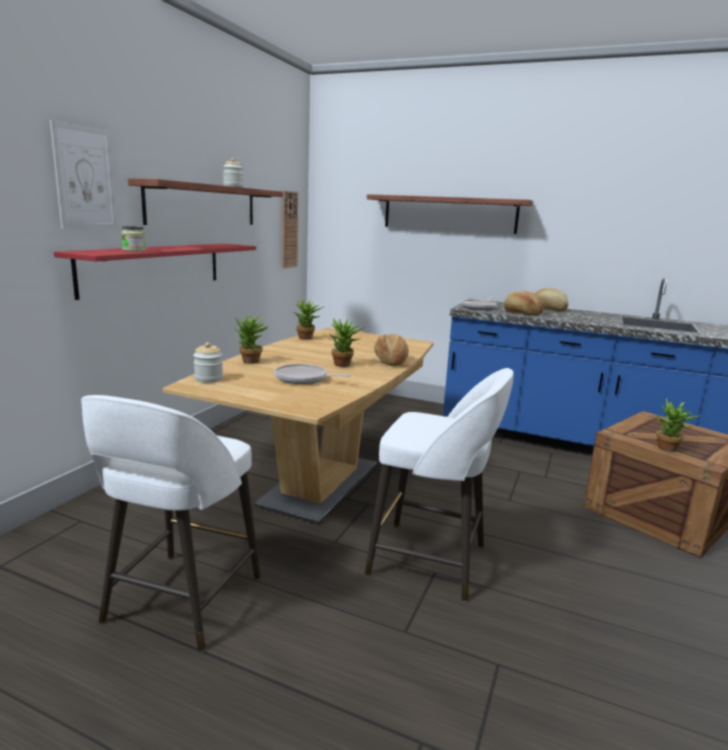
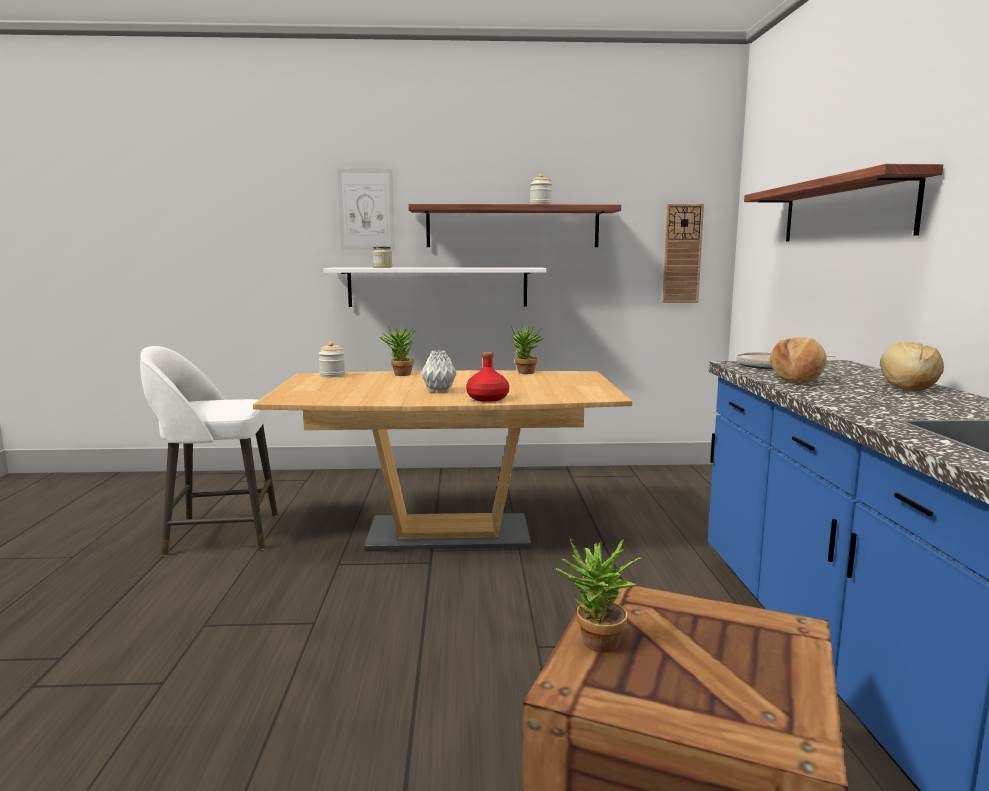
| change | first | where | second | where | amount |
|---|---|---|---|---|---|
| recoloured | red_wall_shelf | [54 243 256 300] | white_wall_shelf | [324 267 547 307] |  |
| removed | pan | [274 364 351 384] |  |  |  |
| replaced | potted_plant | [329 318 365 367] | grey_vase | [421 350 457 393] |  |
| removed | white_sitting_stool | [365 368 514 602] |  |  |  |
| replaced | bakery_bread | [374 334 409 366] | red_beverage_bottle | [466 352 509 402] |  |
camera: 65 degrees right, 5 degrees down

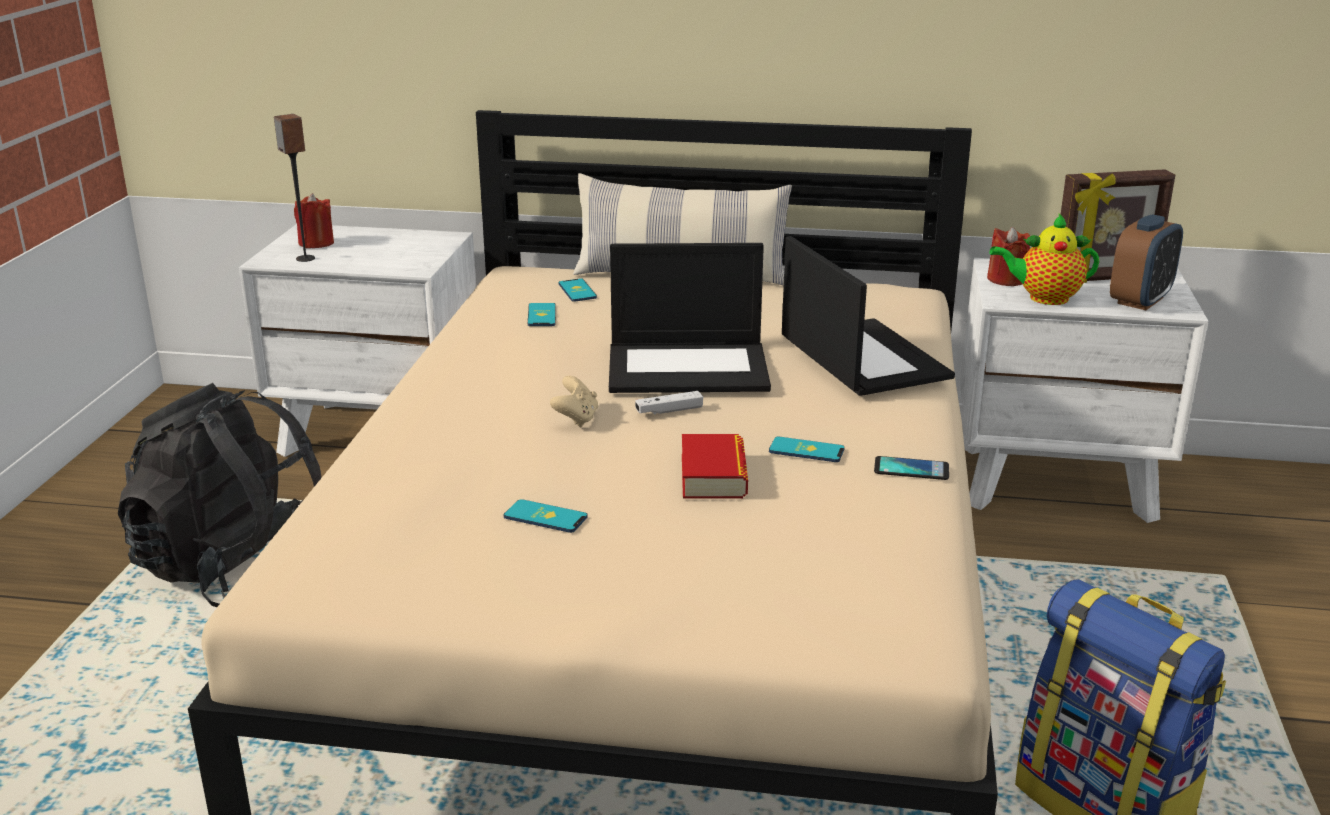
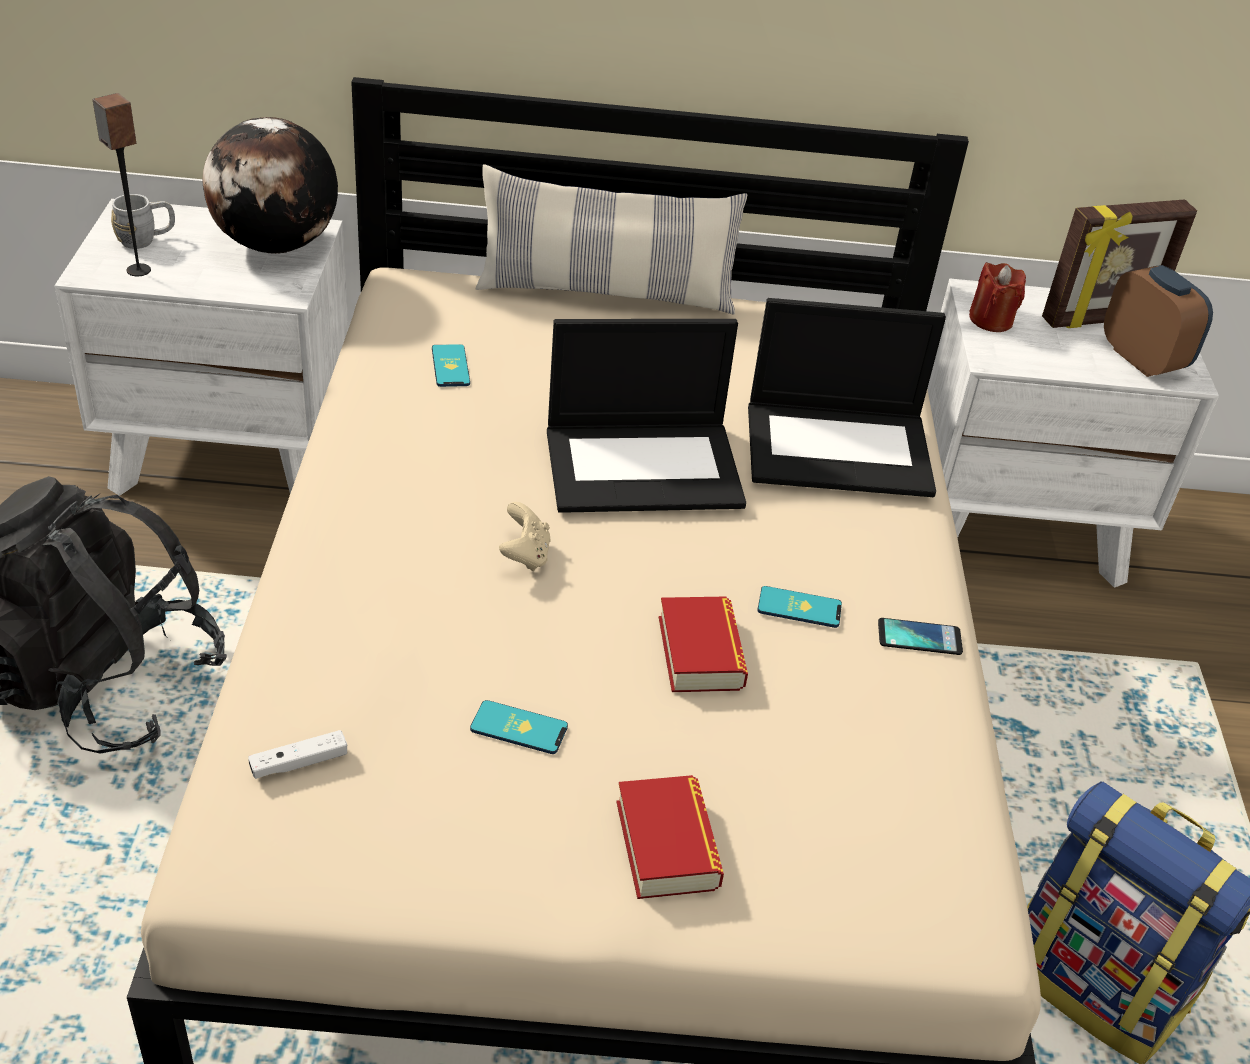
| change | first | where | second | where | amount |
|---|---|---|---|---|---|
| replaced | red_wax_candle | [294 193 334 248] | grey_mug | [111 194 175 249] |  |
| removed | phone | [559 278 597 302] |  |  |  |
| moved | white_game_controller | [635 391 703 414] |  | [248 730 347 779] |  |
| turned | portable_computer | [782 236 955 396] |  | [748 298 946 497] | 120 degrees clockwise |
| removed | tea_pot | [989 213 1099 305] |  |  |  |
| turned | bedside_clock | [1110 214 1183 310] |  | [1104 265 1213 377] | 60 degrees counterclockwise |
| added |  |  | globe | [202 117 338 254] |  |
| added |  |  | volume | [616 775 724 899] |  |
camera: 10 degrees left, 15 degrees up

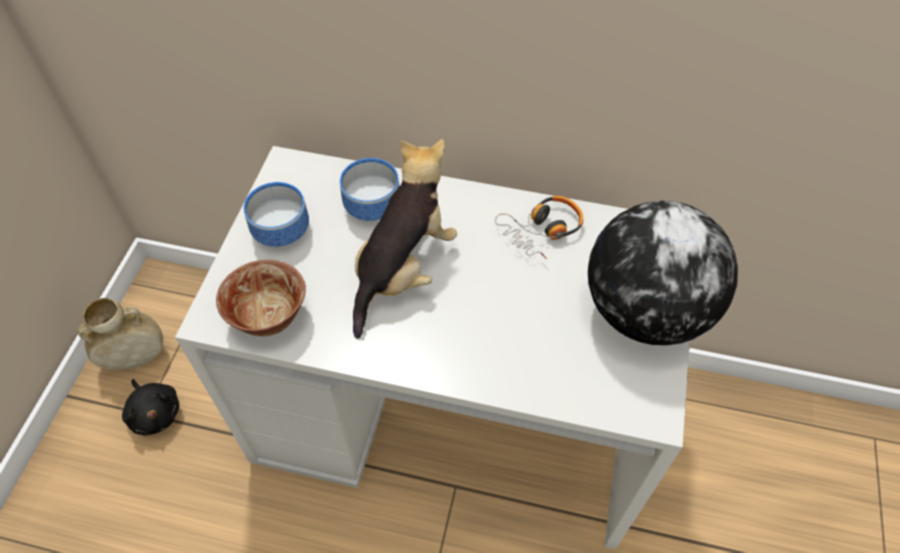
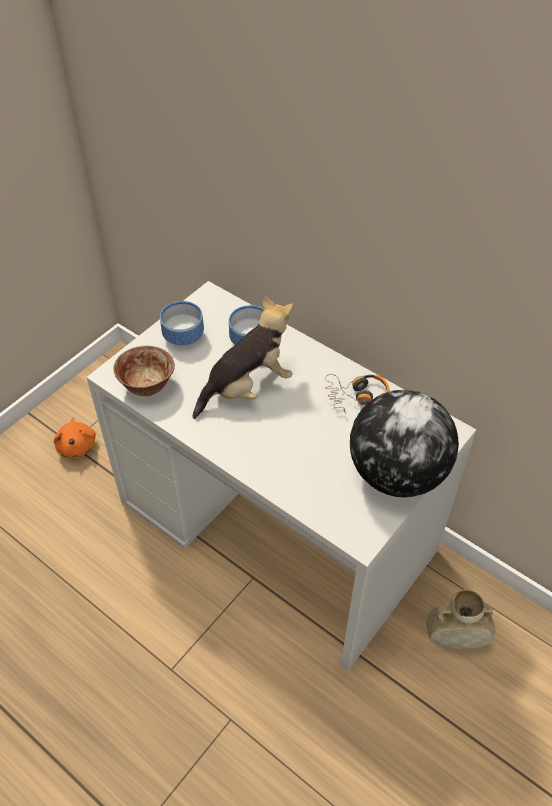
| change | first | where | second | where | amount |
|---|---|---|---|---|---|
| moved | beige_vase | [78 298 164 370] |  | [426 589 495 650] |  |
| recoloured | black-coloured_plush_toy | [122 379 180 436] | orange_plush_toy | [54 417 96 458] |  |
camera: 25 degrees right, 5 degrees down

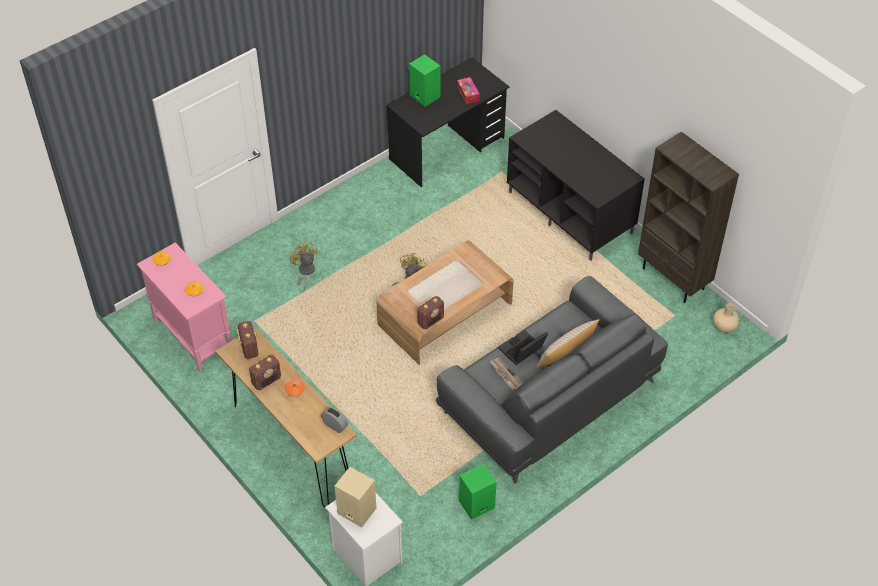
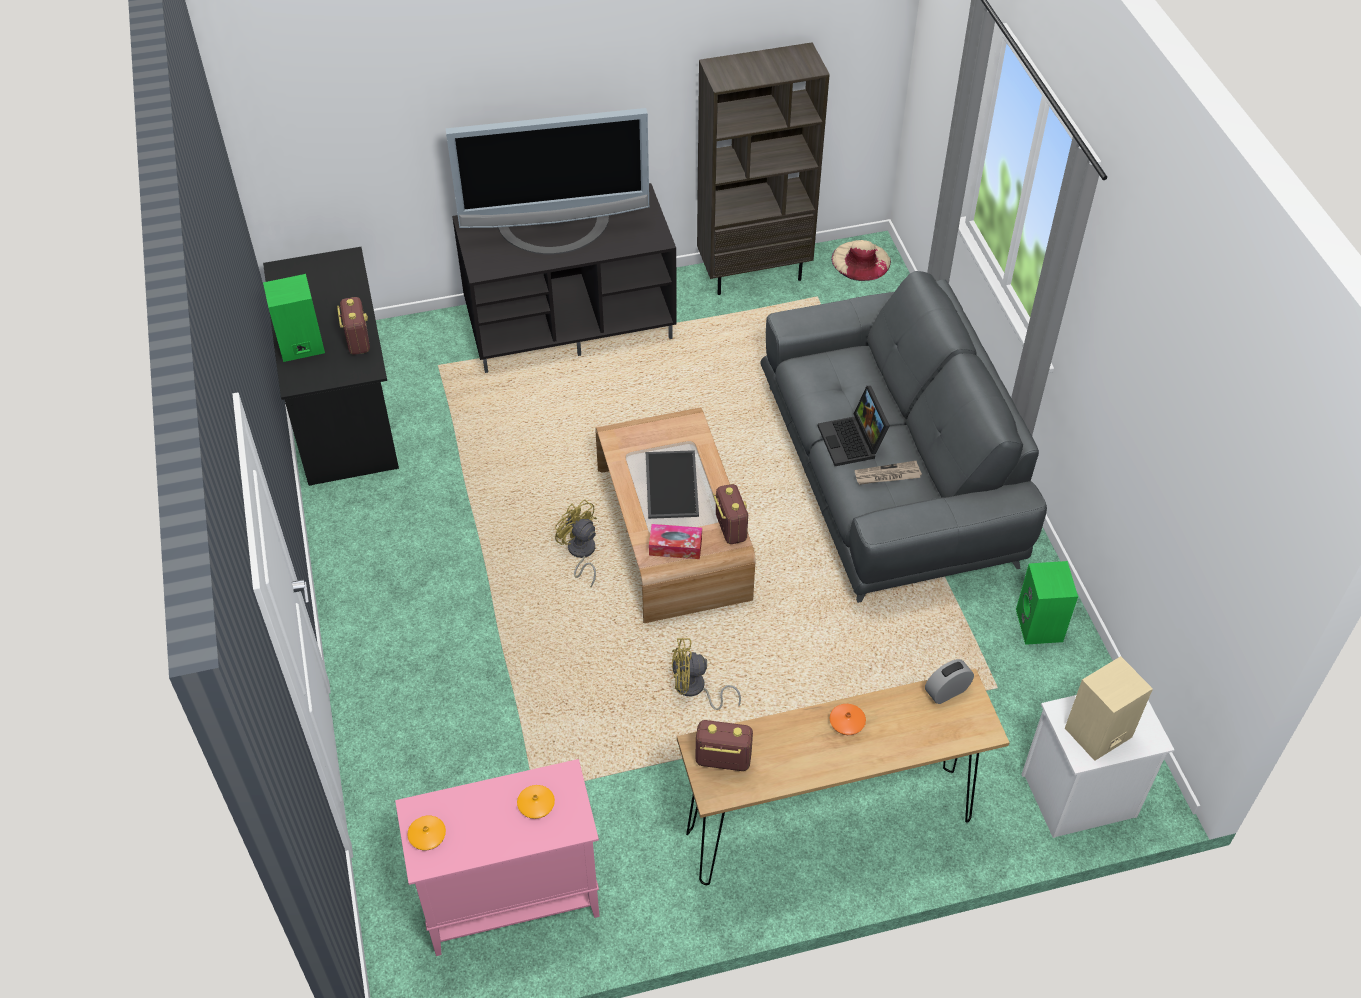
| change | first | where | second | where | amount |
|---|---|---|---|---|---|
| moved | radio_set | [249 355 281 390] |  | [337 297 370 355] |  |
| moved | yellow_electric_fan | [290 242 318 291] |  | [672 638 741 710] |  |
| moved | tissue_box | [457 77 480 104] |  | [649 524 702 559] |  |
| removed | beige_pillow | [536 319 600 368] |  |  |  |
| replaced | beige_vase | [713 303 740 333] | beige_clothing_hat | [831 240 891 281] |  |
| added |  |  | TV | [446 108 649 254] |  |
| added |  |  | tray | [646 450 699 519] |  |
camera: 65 degrees left, 0 degrees up

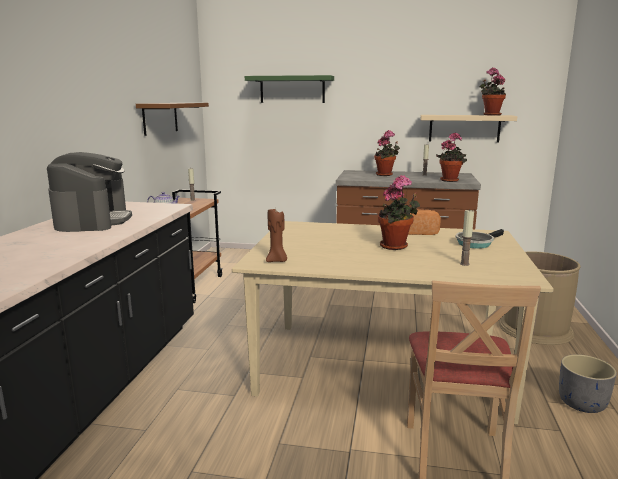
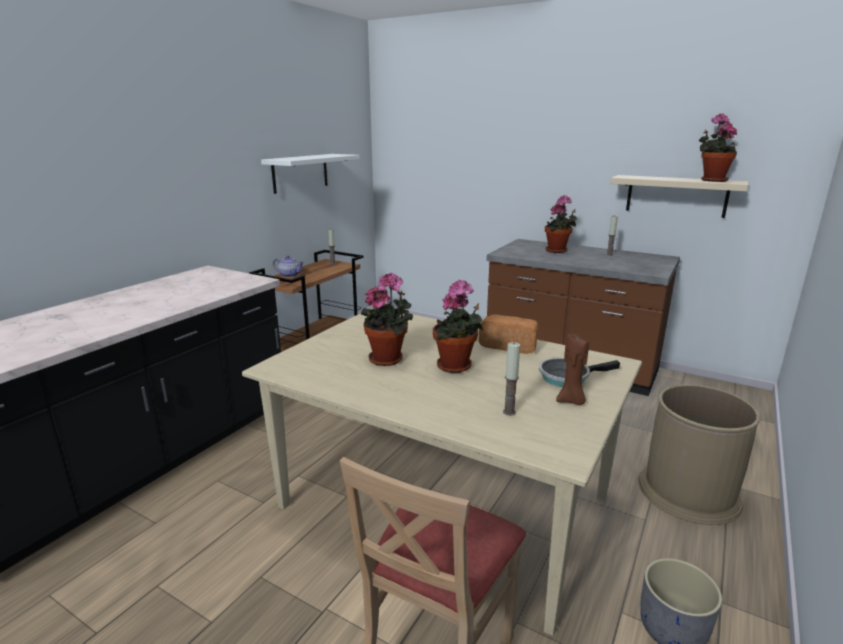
| change | first | where | second | where | amount |
|---|---|---|---|---|---|
| removed | coffee_brewer | [47 152 132 232] |  |  |  |
| recoloured | brownish_wall_shelf | [136 103 209 136] | white_wall_shelf | [261 154 360 194] |  |
| removed | green_wall_shelf | [245 75 334 103] |  |  |  |
| moved | brownish_wax_candle | [266 209 287 262] |  | [556 334 589 405] |  |
| moved | potted_plant | [436 132 467 182] |  | [361 272 413 366] |  |
camera: 20 degrees right, 5 degrees up

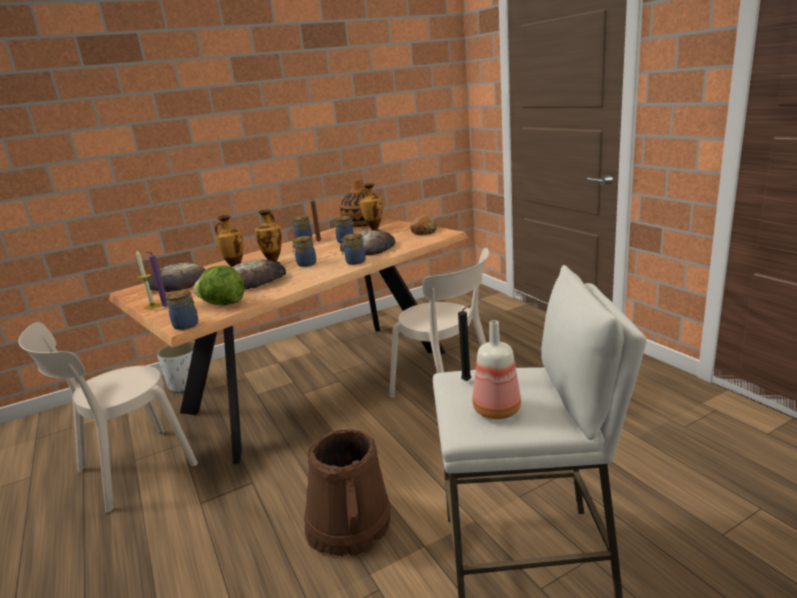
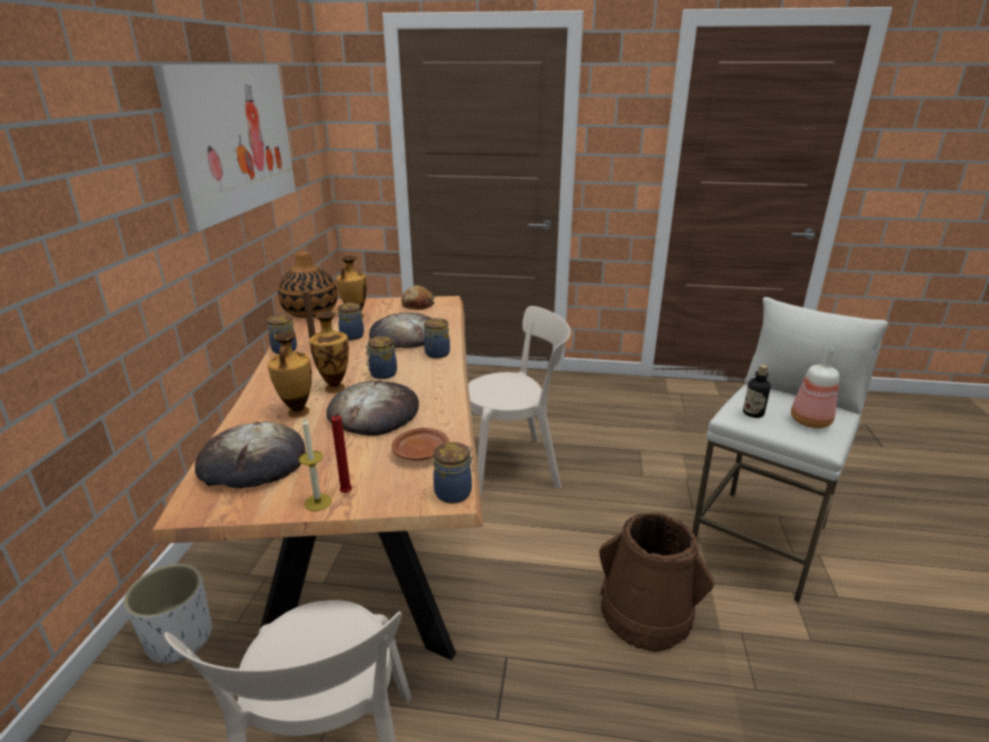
| change | first | where | second | where | amount |
|---|---|---|---|---|---|
| recoloured | purple-coloured_wax_candle | [147 252 167 307] | red_wax_candle | [331 412 352 493] |  |
| replaced | lettuce | [193 265 244 305] | brownish_flat_dish | [391 428 449 461] |  |
| replaced | black-coloured_wax_candle | [458 305 471 381] | beverage_bottle | [743 364 771 418] |  |
| added |  |  | picture | [153 65 296 232] |  |
camera: 55 degrees left, 5 degrees up

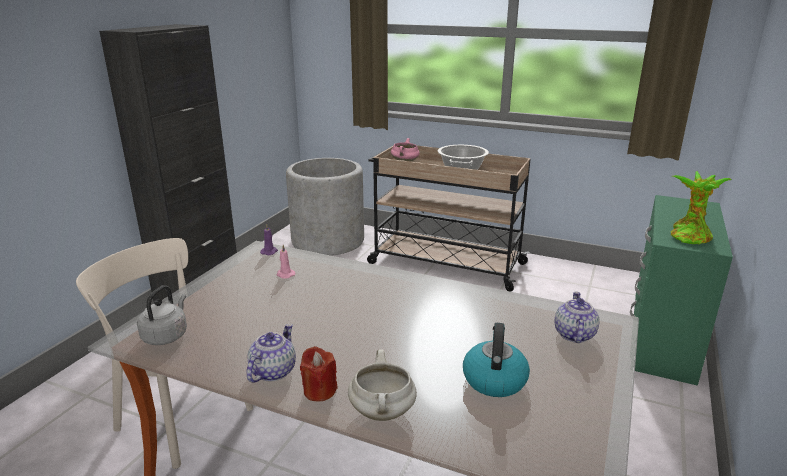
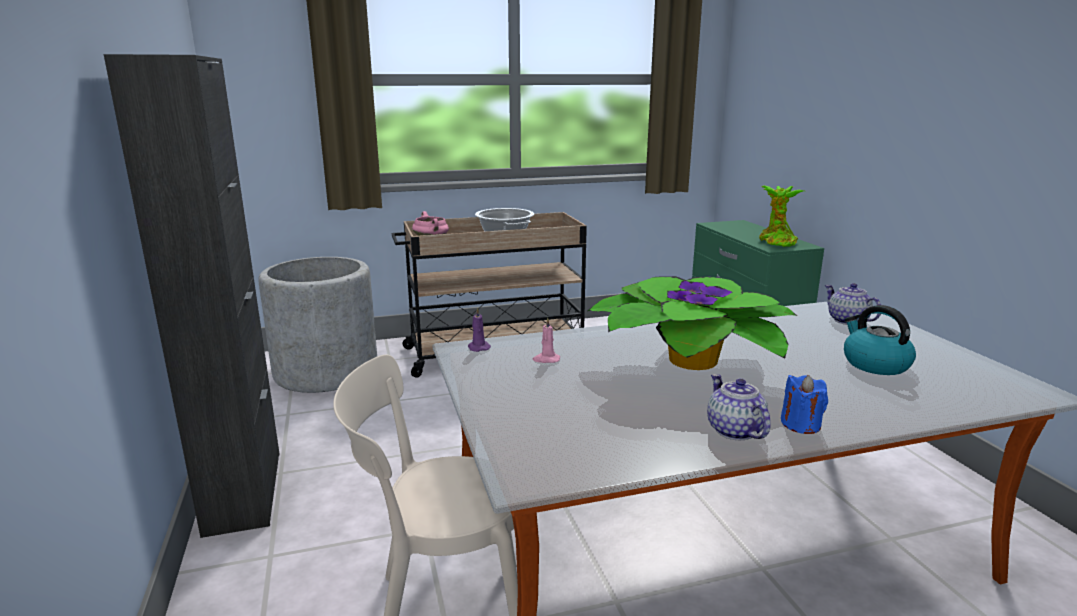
| change | first | where | second | where | amount |
|---|---|---|---|---|---|
| removed | grey_kettle | [137 285 187 345] |  |  |  |
| recoloured | red_wax_candle | [300 346 337 401] | blue_wax_candle | [781 375 828 434] |  |
| removed | white_saucepot | [348 349 417 421] |  |  |  |
| added |  |  | potted_plant | [588 276 797 370] |  |
camera: 40 degrees left, 5 degrees down

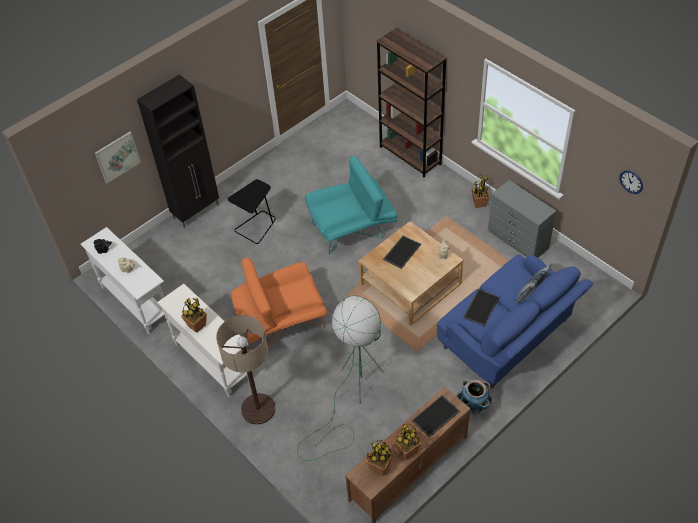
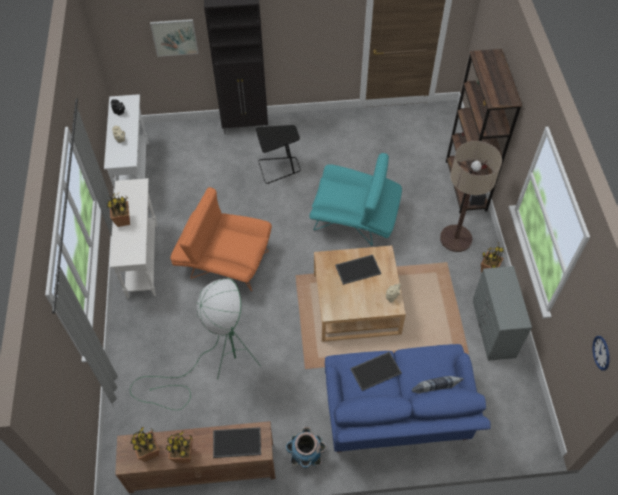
| change | first | where | second | where | amount |
|---|---|---|---|---|---|
| moved | floor_lamp | [216 315 275 425] |  | [440 141 502 252] |  |
camera: 35 degrees right, 5 degrees up

